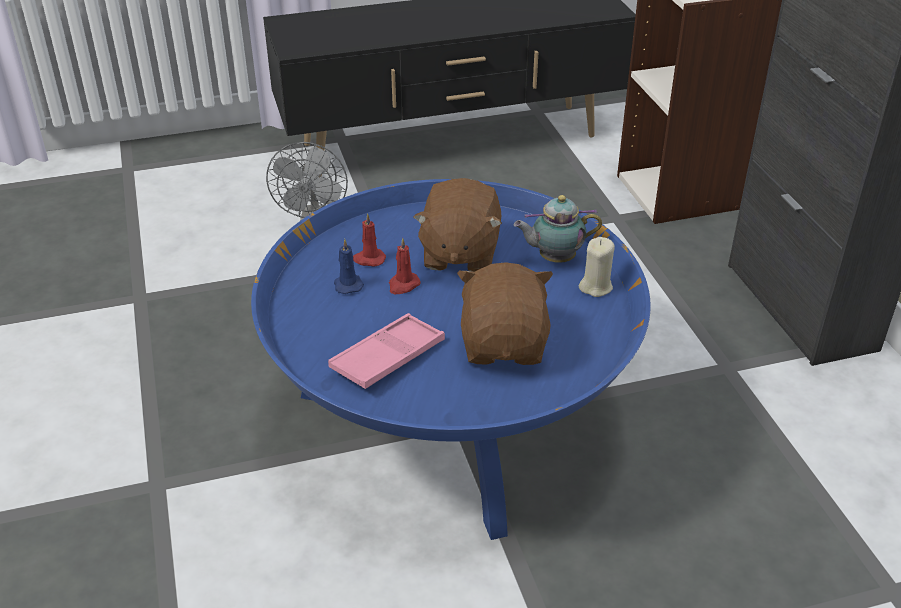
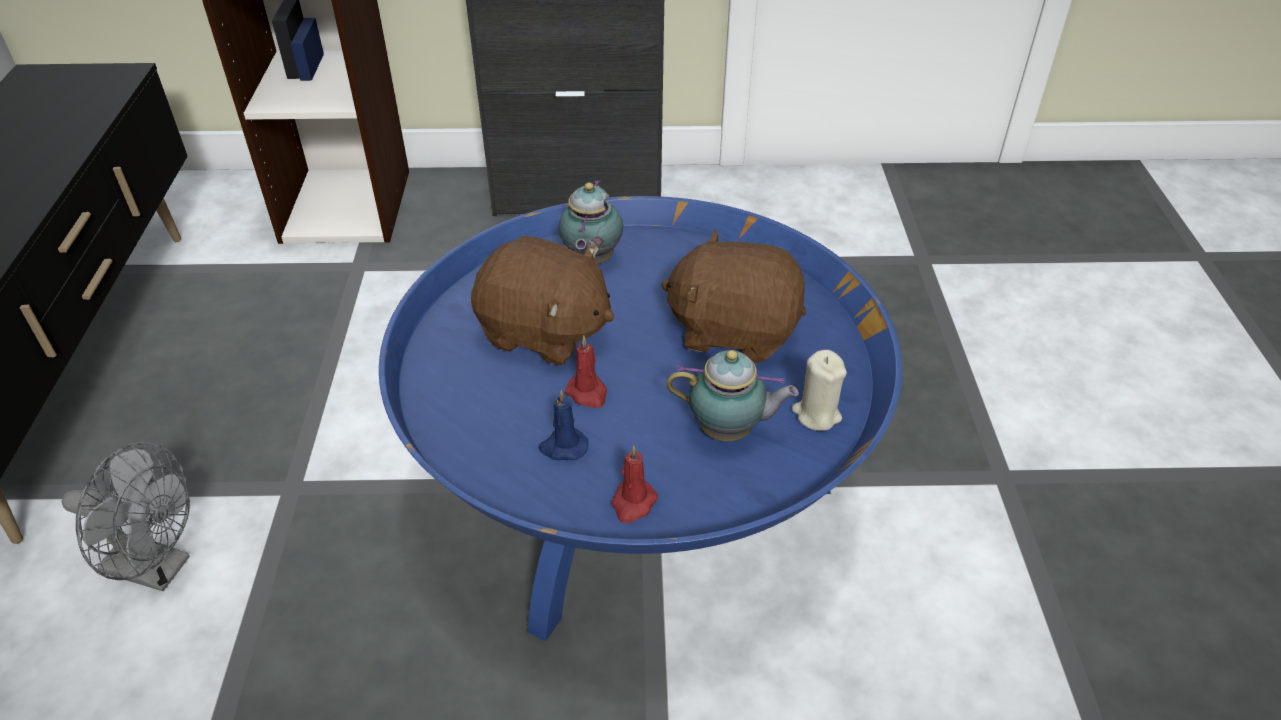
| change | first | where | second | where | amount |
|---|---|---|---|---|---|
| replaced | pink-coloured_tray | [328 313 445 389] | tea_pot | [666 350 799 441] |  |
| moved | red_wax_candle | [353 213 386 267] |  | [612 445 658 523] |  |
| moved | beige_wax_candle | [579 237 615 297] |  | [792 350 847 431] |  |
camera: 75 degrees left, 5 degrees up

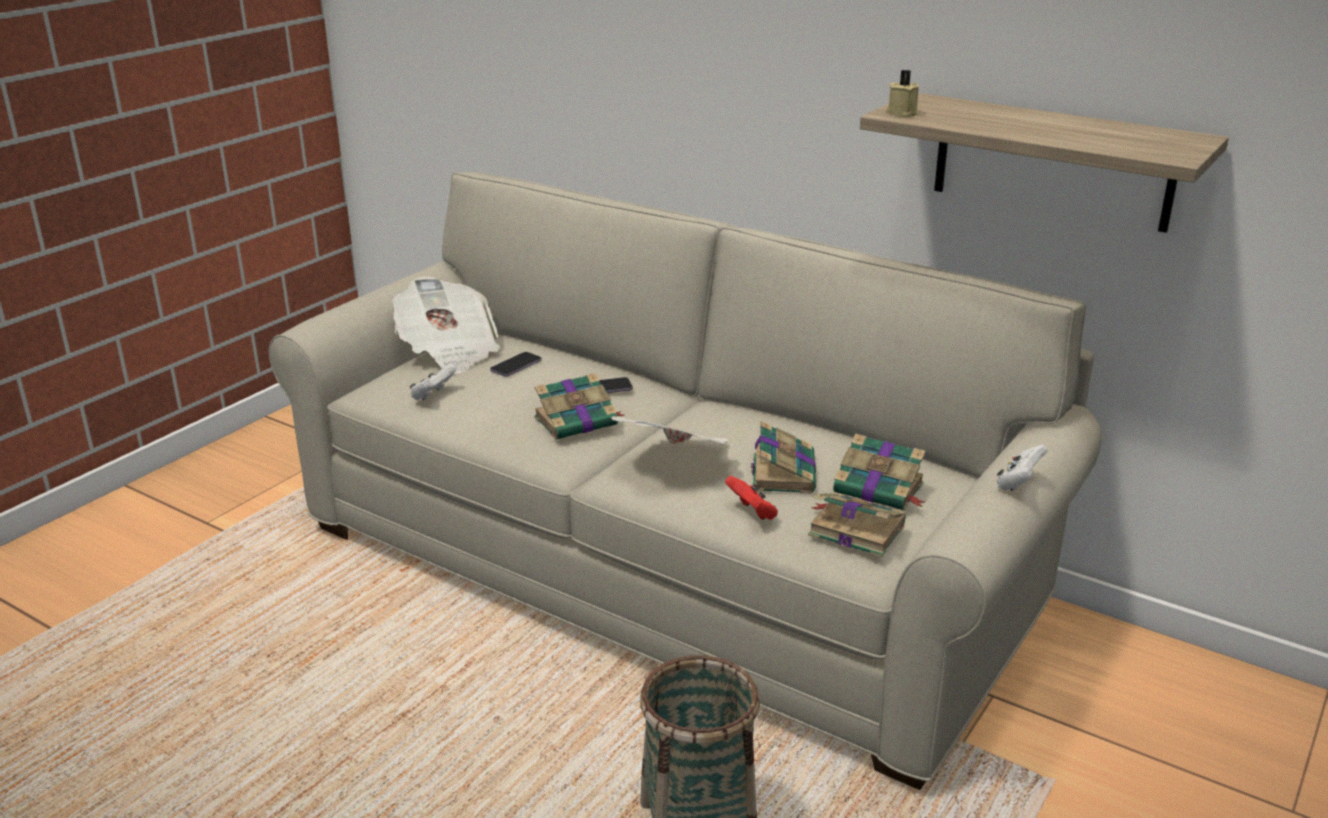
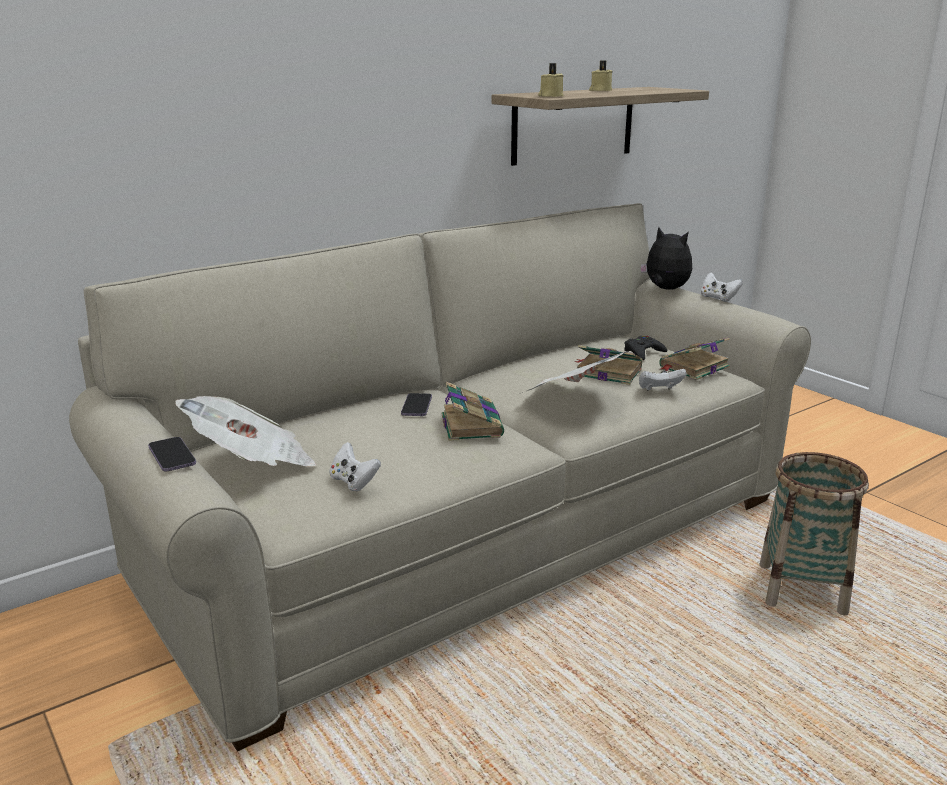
| change | first | where | second | where | amount |
|---|---|---|---|---|---|
| moved | phone | [490 352 542 377] |  | [148 437 196 472] |  |
| recoloured | red_game_controller | [725 476 778 520] | white_game_controller | [639 369 686 391] |  |
| replaced | volume | [833 434 926 511] | black-coloured_game_controller | [624 336 668 360] |  |
| added |  |  | beige_wax_candle | [589 60 613 91] |  |
| added |  |  | plush_toy | [641 227 692 290] |  |
camera: 70 degrees left, 5 degrees down

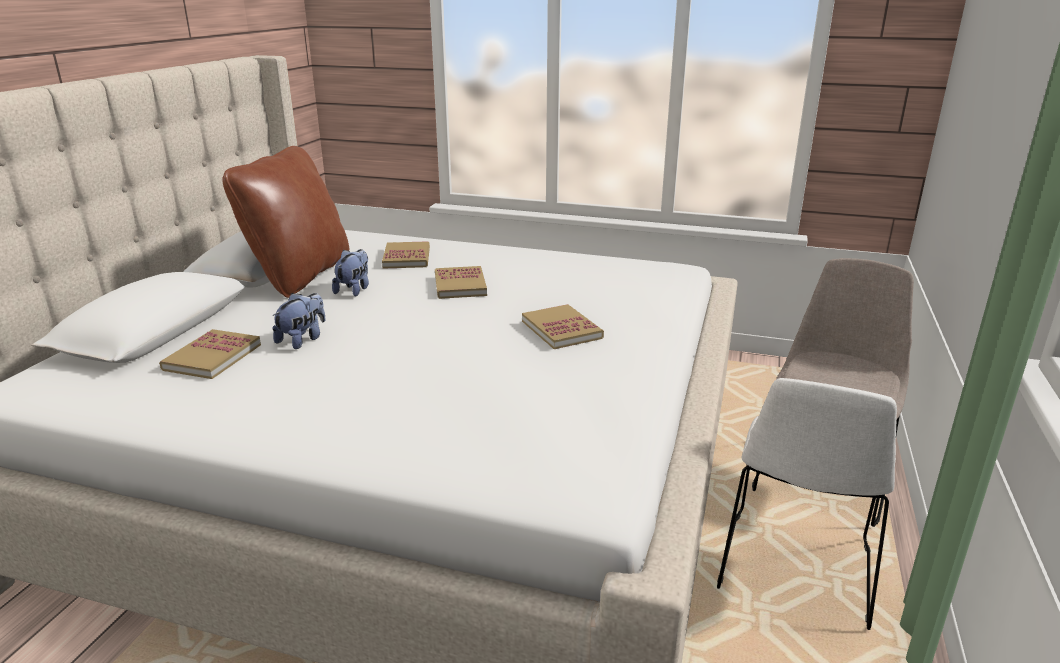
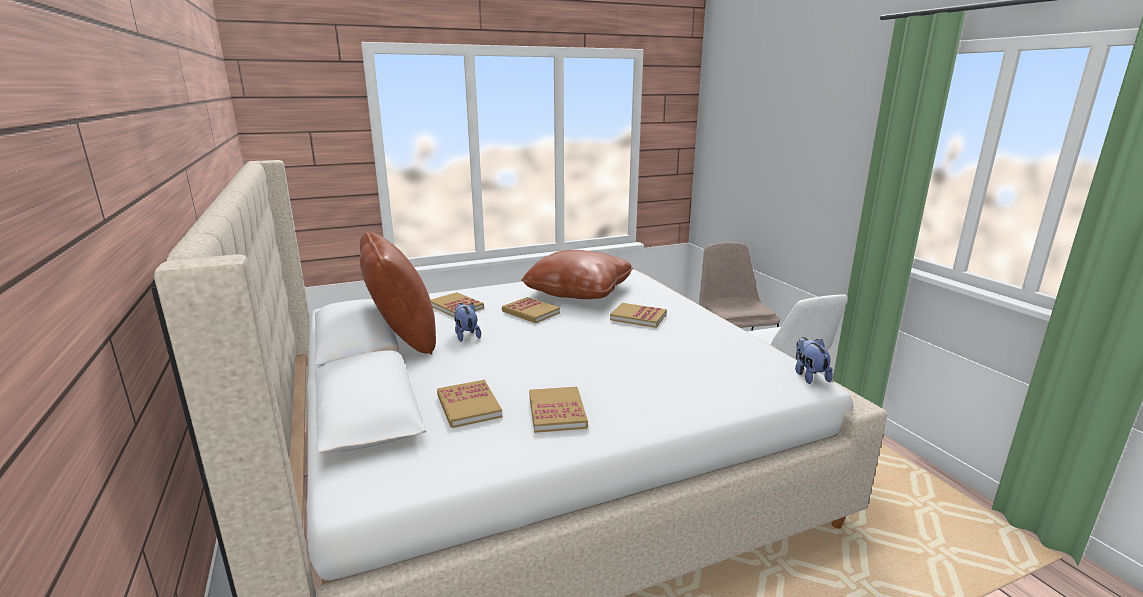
| change | first | where | second | where | amount |
|---|---|---|---|---|---|
| moved | plush_toy | [272 293 326 349] |  | [795 337 833 384] |  |
| added |  |  | brownish_pillow | [521 250 633 299] |  |
| added |  |  | volume | [529 387 588 433] |  |
camera: 40 degrees left, 5 degrees down

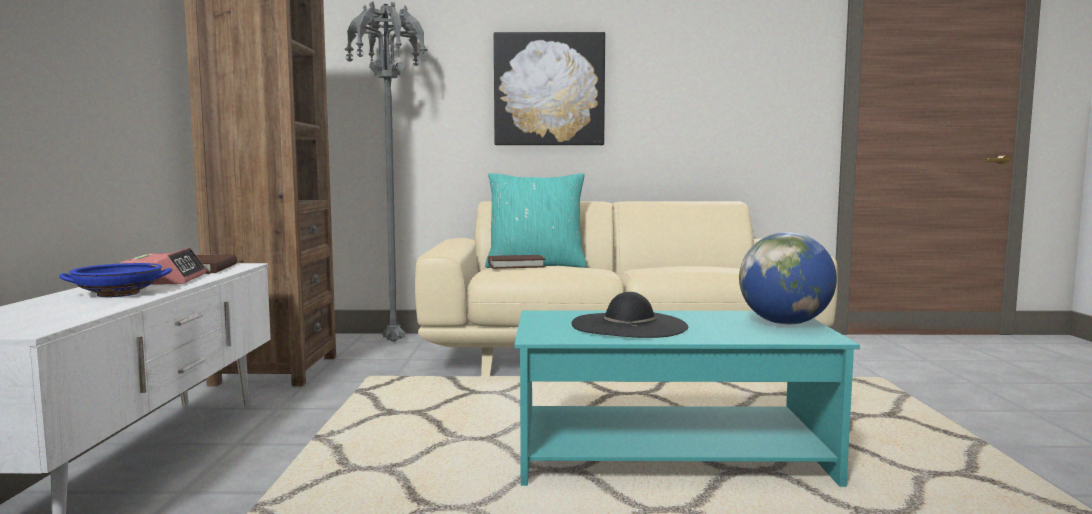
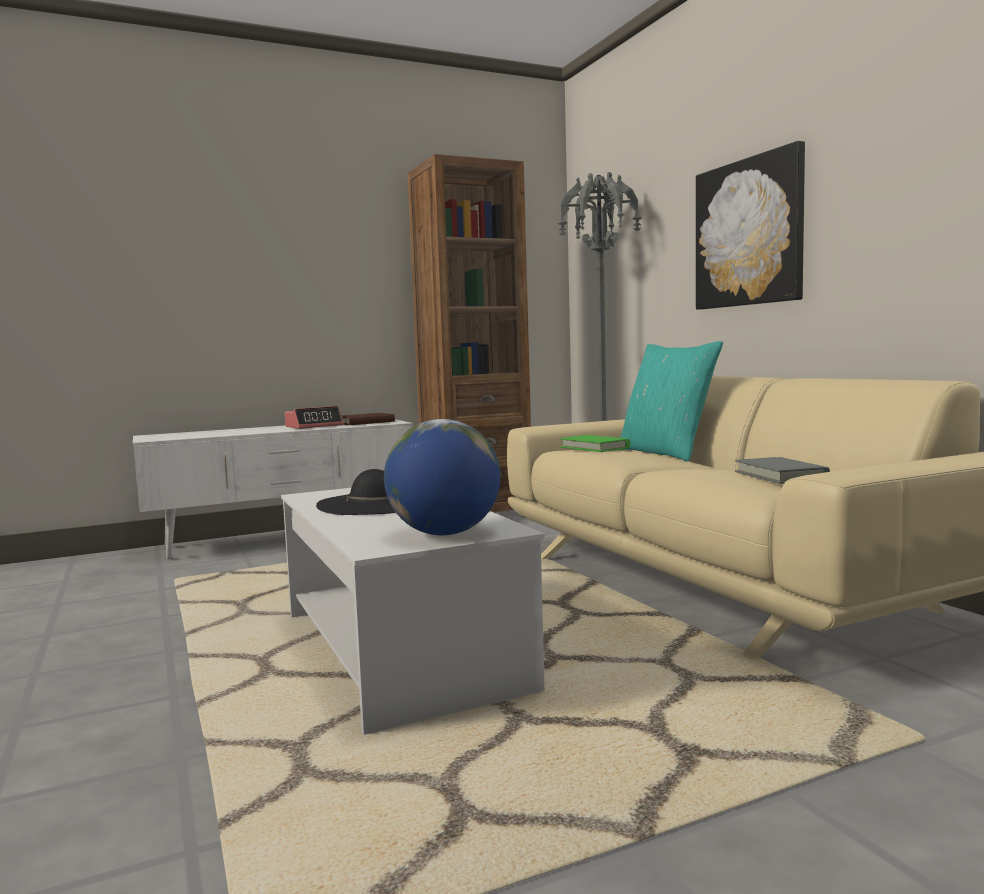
| change | first | where | second | where | amount |
|---|---|---|---|---|---|
| removed | blue_serving_bowl | [59 263 172 297] |  |  |  |
| recoloured | brownish_volume | [488 255 546 269] | green_volume | [560 435 630 452] |  |
| recoloured | turquoise_coffee_table | [515 310 860 487] | white_coffee_table | [281 488 545 735] |  |
| added |  |  | grey_volume | [735 457 830 484] |  |
camera: 65 degrees right, 0 degrees up

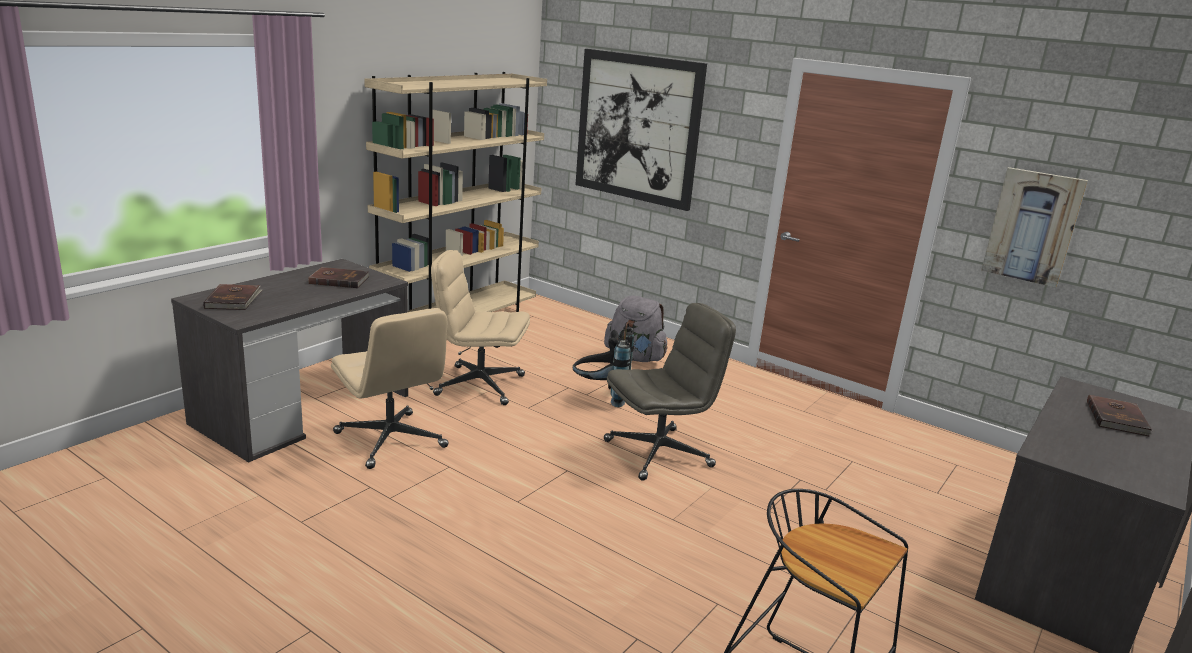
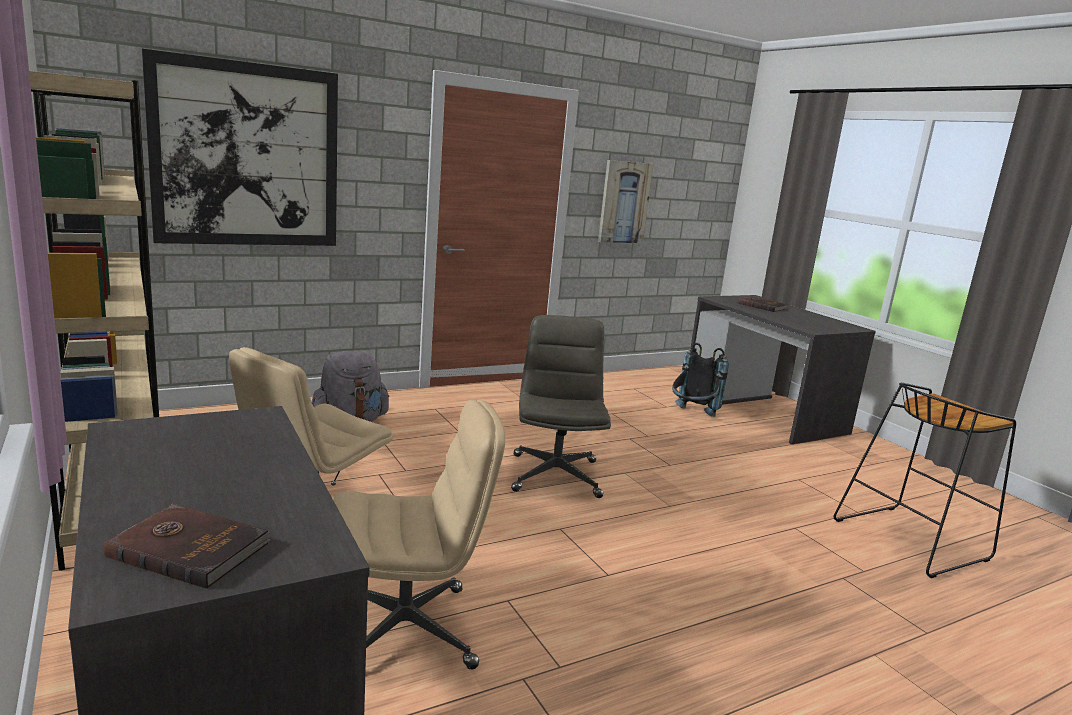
| change | first | where | second | where | amount |
|---|---|---|---|---|---|
| removed | brownish_volume | [308 267 370 288] |  |  |  |
| moved | black-coloured_knapsack | [573 322 634 407] |  | [672 343 729 417] |  |
camera: 65 degrees left, 5 degrees down

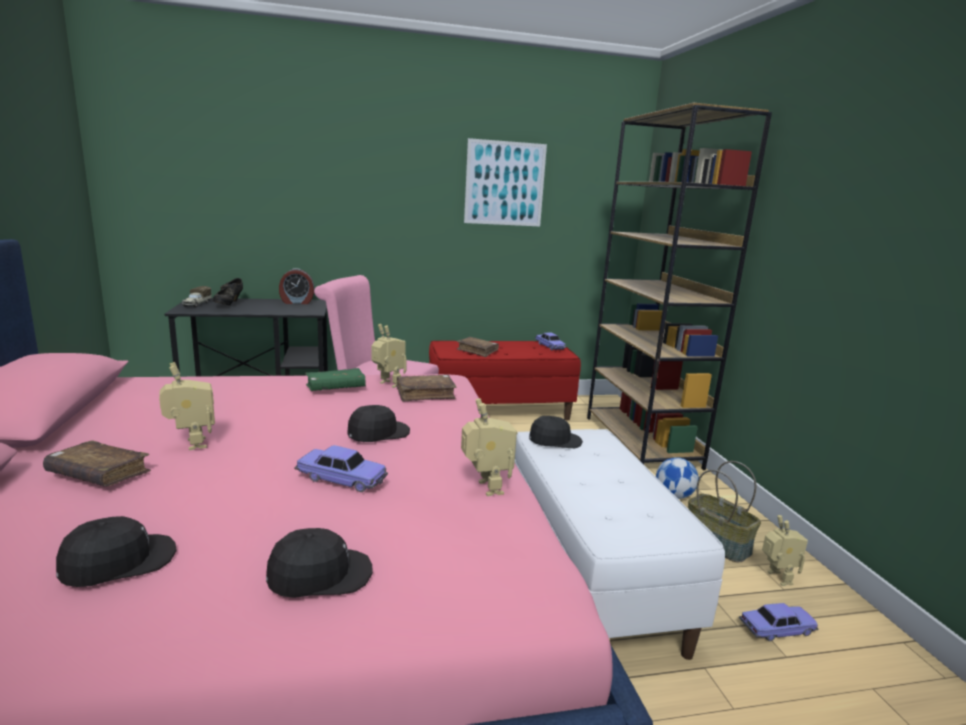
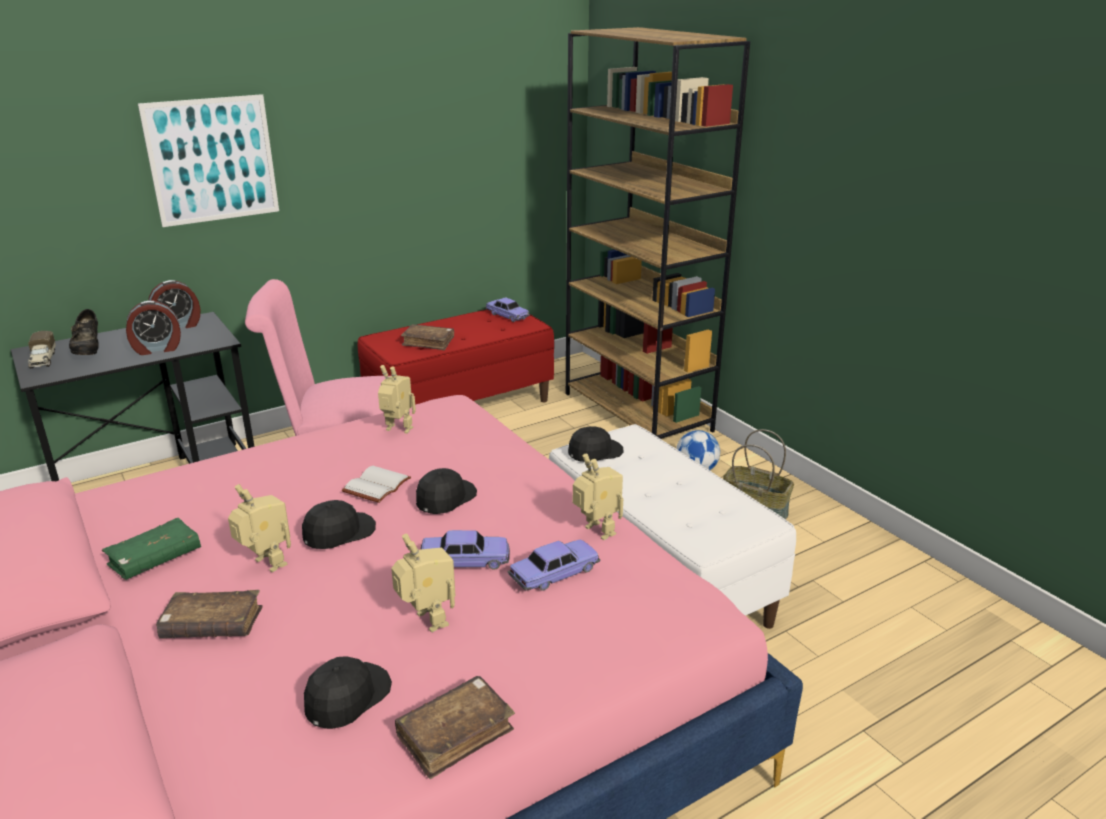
| change | first | where | second | where | amount |
|---|---|---|---|---|---|
| moved | black-coloured_cap | [266 528 373 598] |  | [302 500 376 549] |  |
| moved | green_volume | [305 368 366 391] |  | [102 517 201 580] |  |
| moved | brownish_volume | [396 375 457 402] |  | [395 676 515 779] |  |
| moved | picture | [464 138 547 227] |  | [138 94 279 227] |  |
| moved | model_car | [739 603 818 641] |  | [508 540 600 591] |  |
| moved | toy_robot | [762 515 808 586] |  | [391 534 455 632] |  |
| added |  |  | bedside_clock | [126 301 181 355] |  |
| added |  |  | white_volume | [342 466 411 503] |  |
camera: 20 degrees left, 10 degrees up

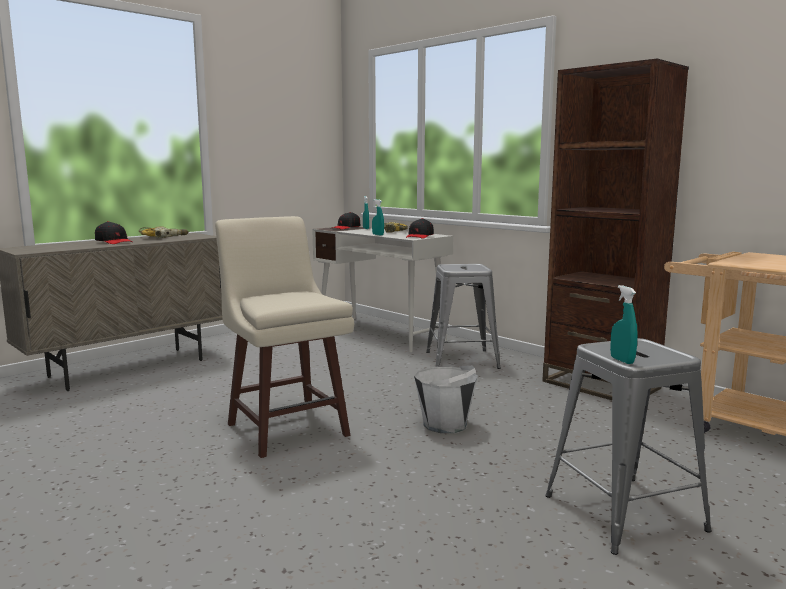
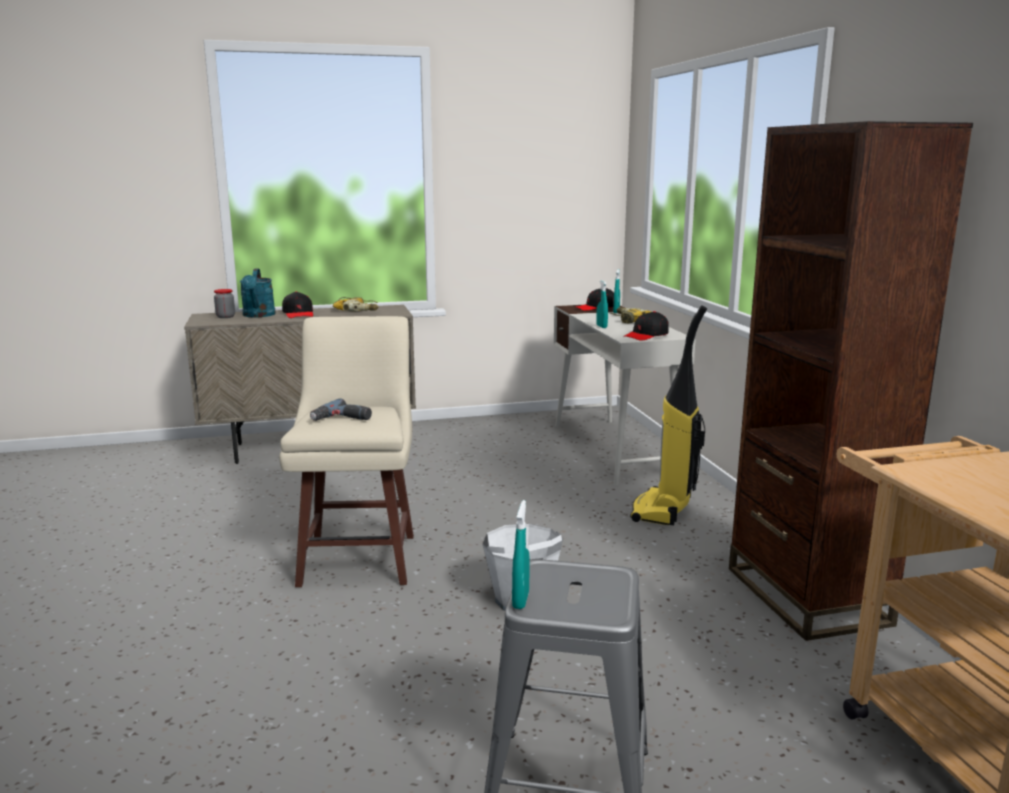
| change | first | where | second | where | amount |
|---|---|---|---|---|---|
| replaced | grey_sitting_stool | [426 264 501 369] | vacuum_cleaner | [630 306 707 525] |  |
| added |  |  | storage_jar | [214 289 235 318] |  |
| added |  |  | turquoise_sprinkling_can | [240 268 276 317] |  |
| added |  |  | power_drill | [310 399 372 421] |  |
camera: 30 degrees right, 5 degrees up

